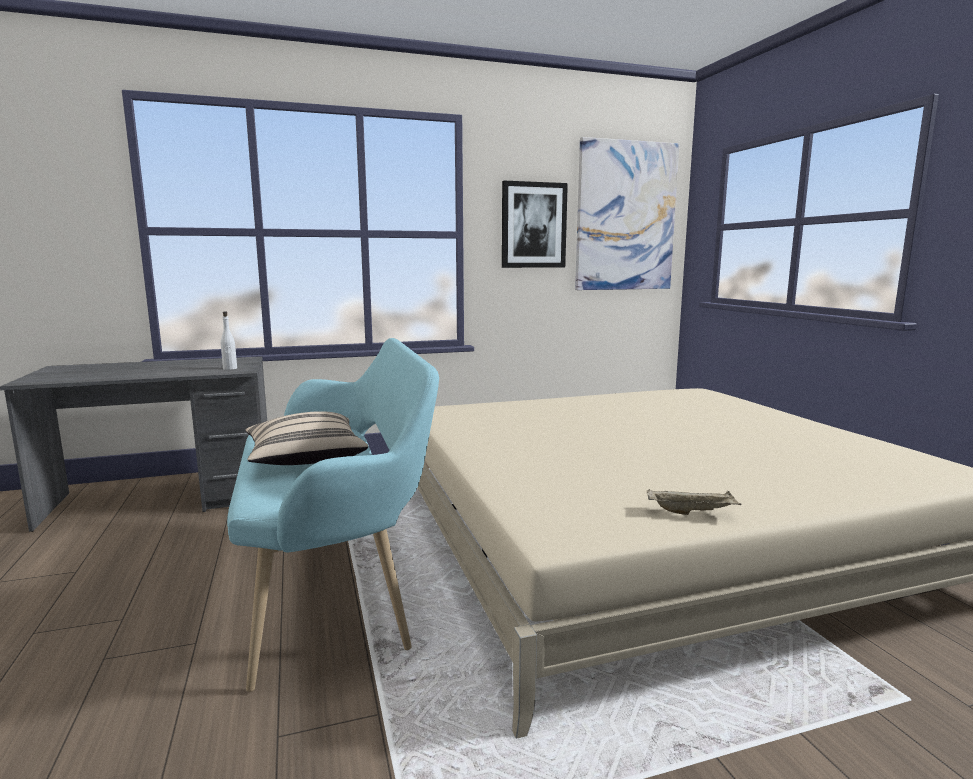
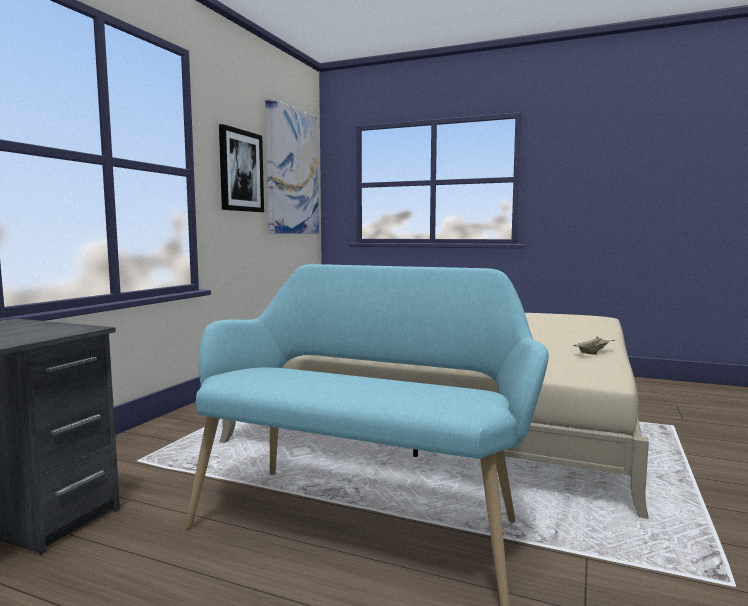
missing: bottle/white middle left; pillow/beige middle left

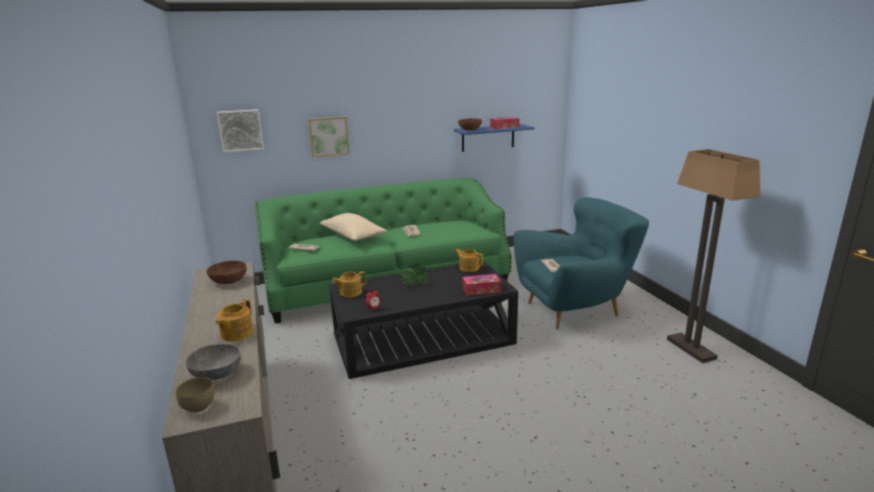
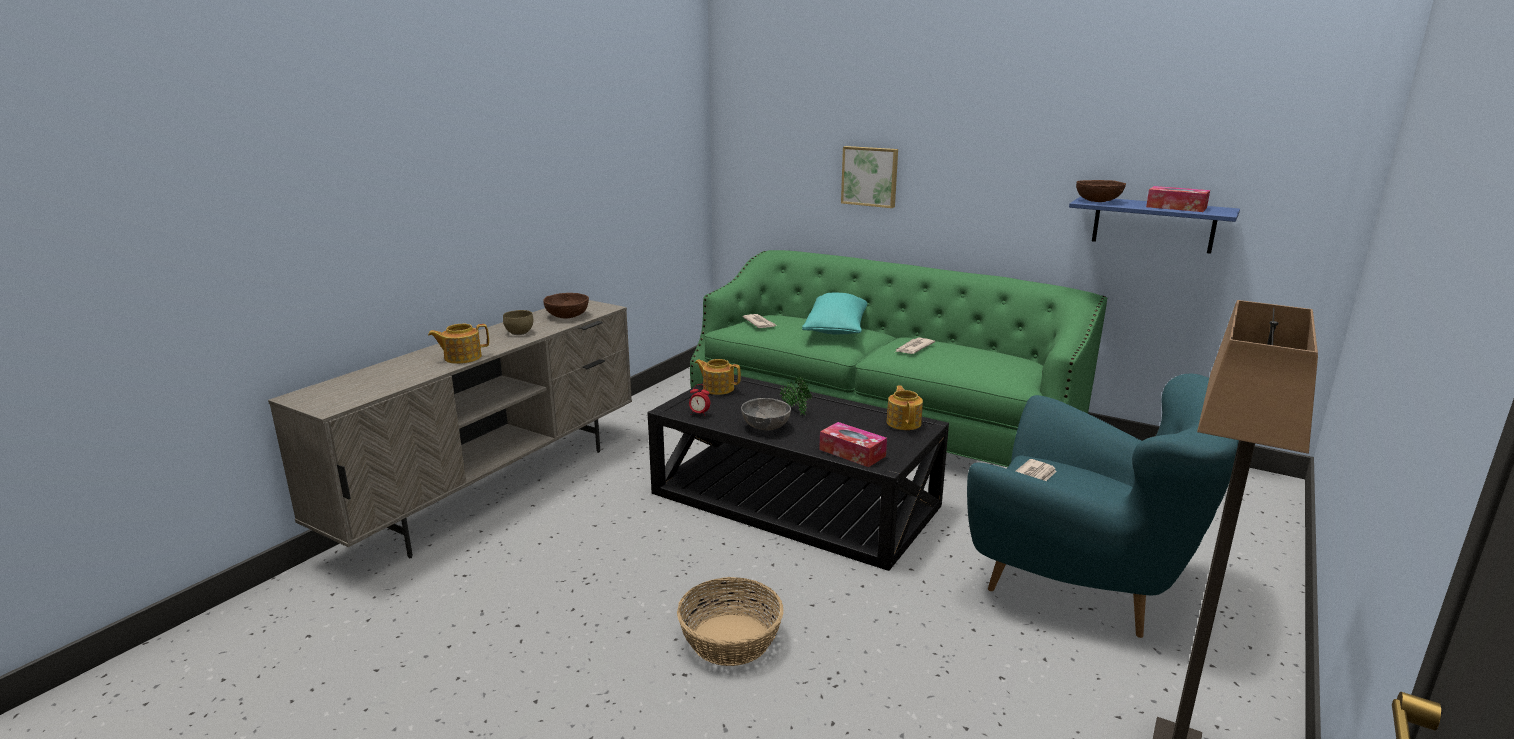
missing: picture (no. 1 from left) top left
appeared: basket bottom centre
relocated: bowl/brown (no. 1 from left) bottom left to centre; bowl/grey bottom left to centre
colour: pillow/beige centre to pillow/turquoise centre

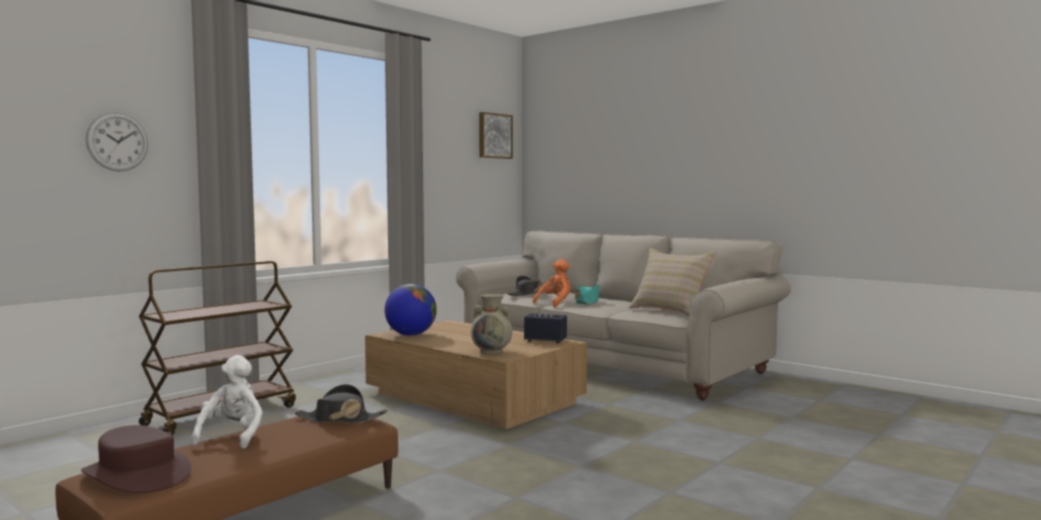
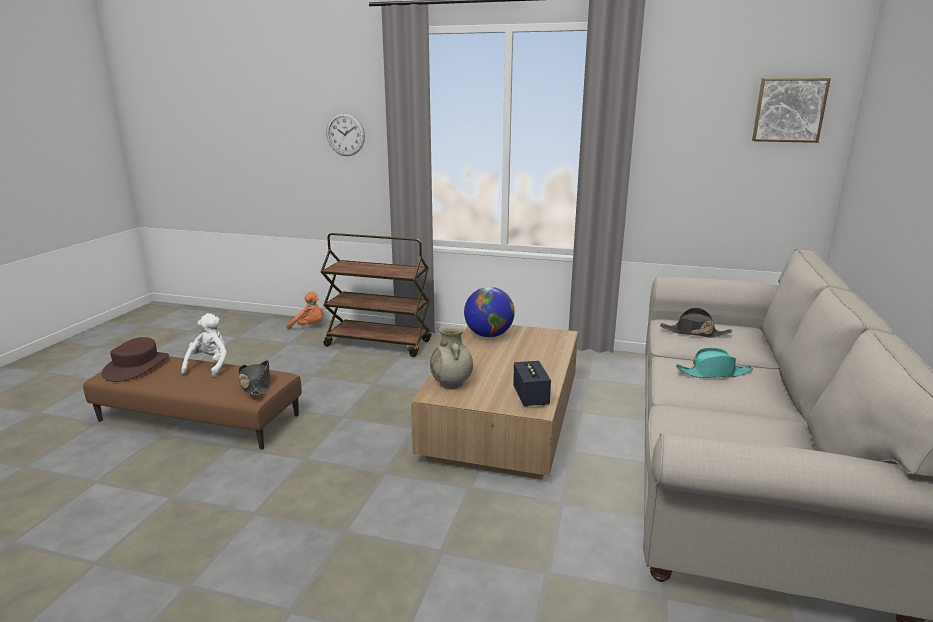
missing: pillow/beige centre
relocated: plush toy/orange centre to middle left
spun: plush toy/white bottom left = middle left 60 degrees counterclockwise

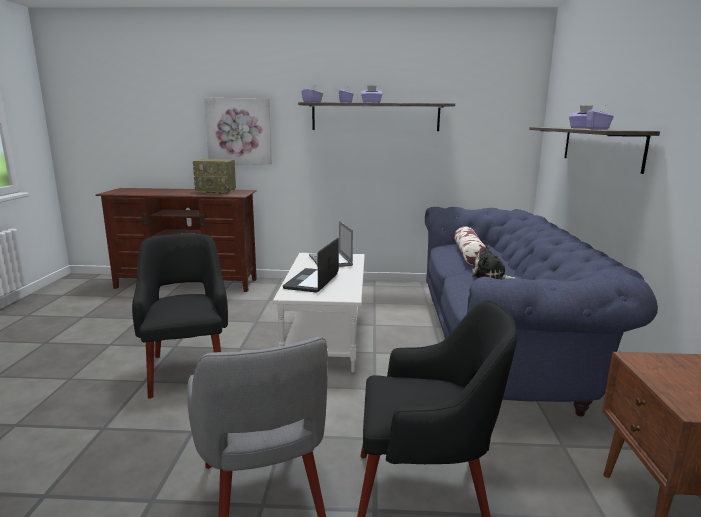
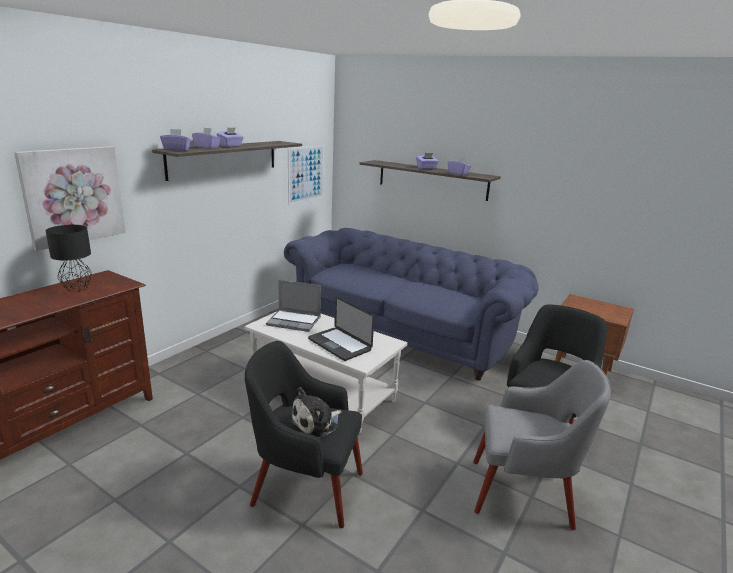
missing: pillow middle right
appeared: picture (no. 2 from left) top centre
relocated: plush toy middle right to bottom centre
exchanged: radio middle left to table lamp/black middle left

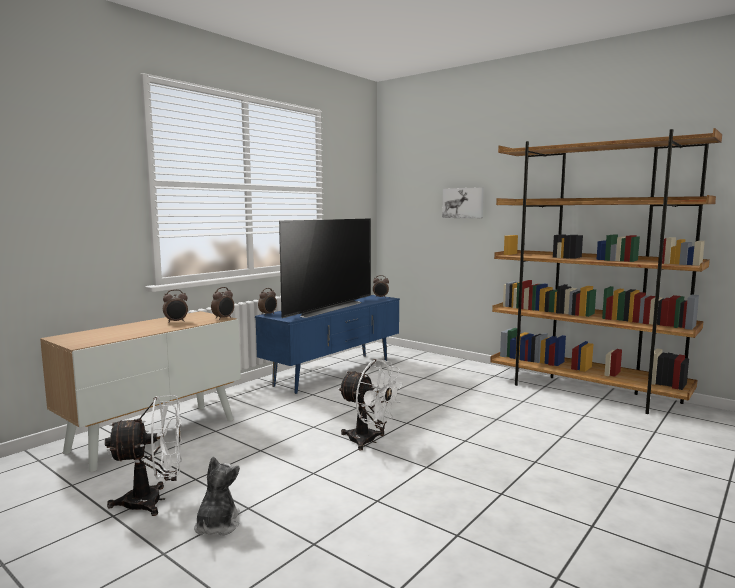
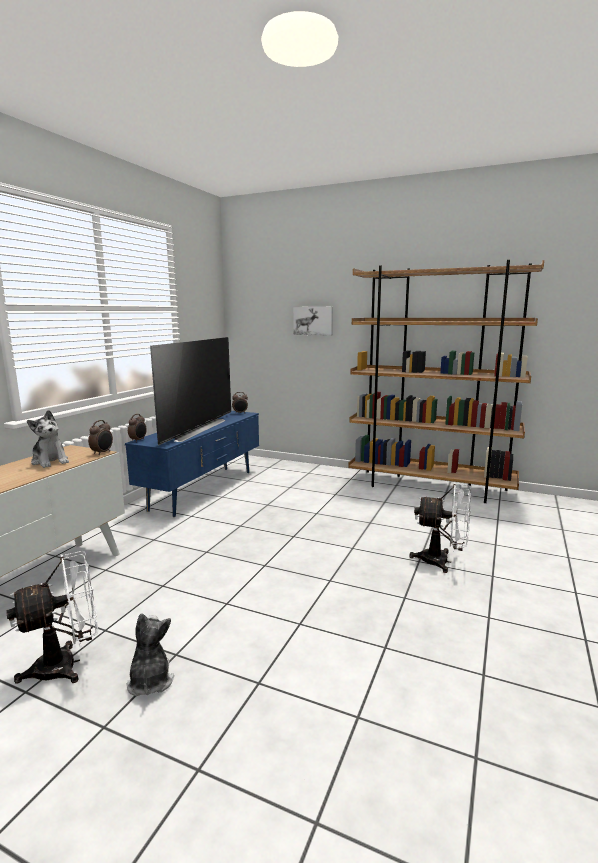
relocated: fan/white (no. 2 from left) bottom centre to middle right
exchanged: alarm clock (no. 1 from left) middle left to plush toy (no. 1 from left) middle left

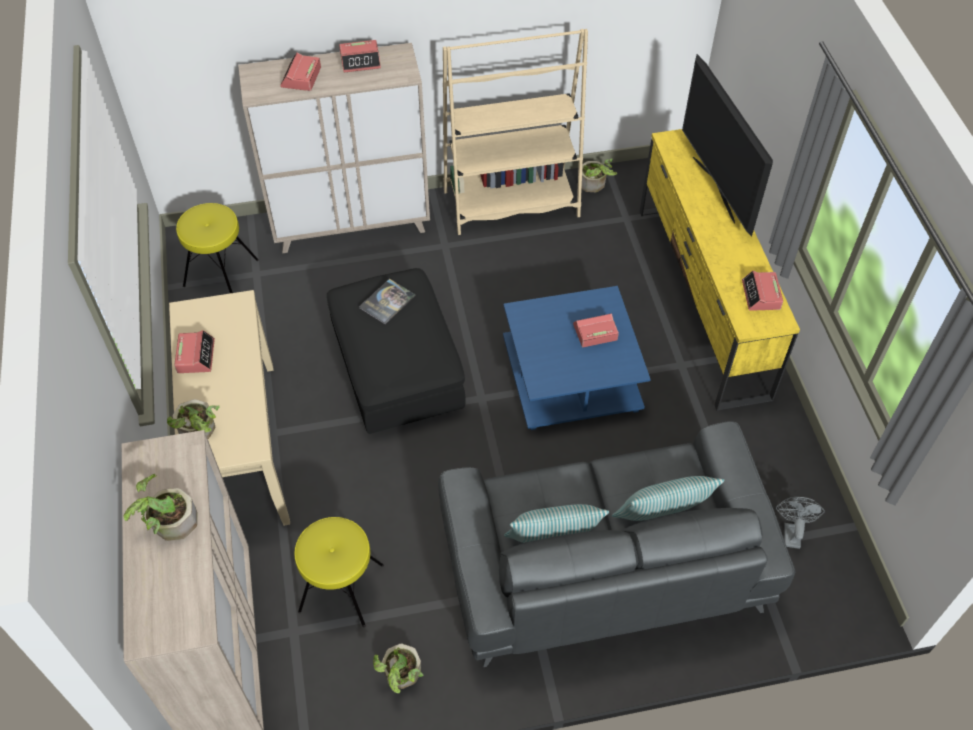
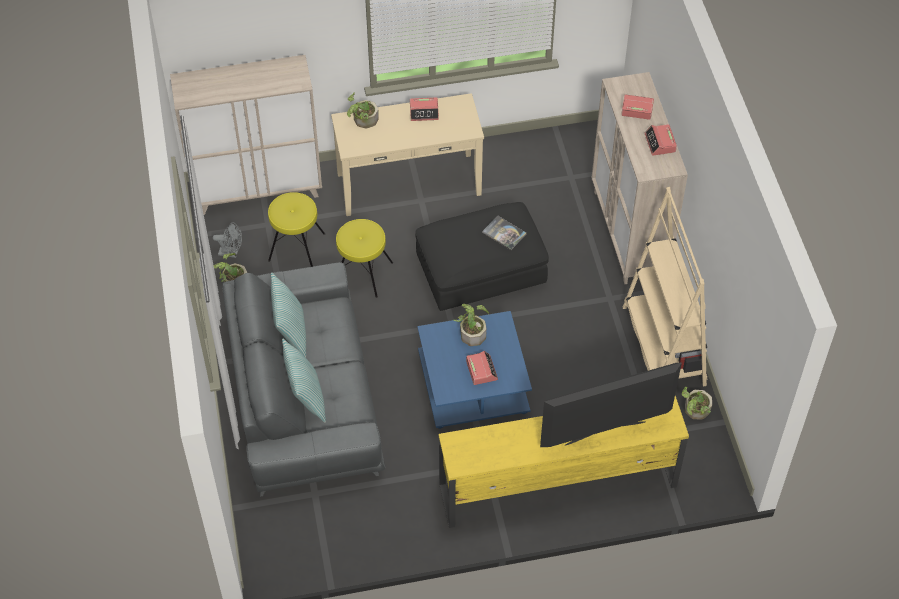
missing: alarm clock (no. 5 from left) middle right
relocated: potted plant (no. 1 from left in the first image) bottom left to potted plant (no. 3 from left) centre; stool/yellow (no. 1 from left in the first image) middle left to stool/yellow (no. 2 from left) centre; fan/grey bottom right to middle left

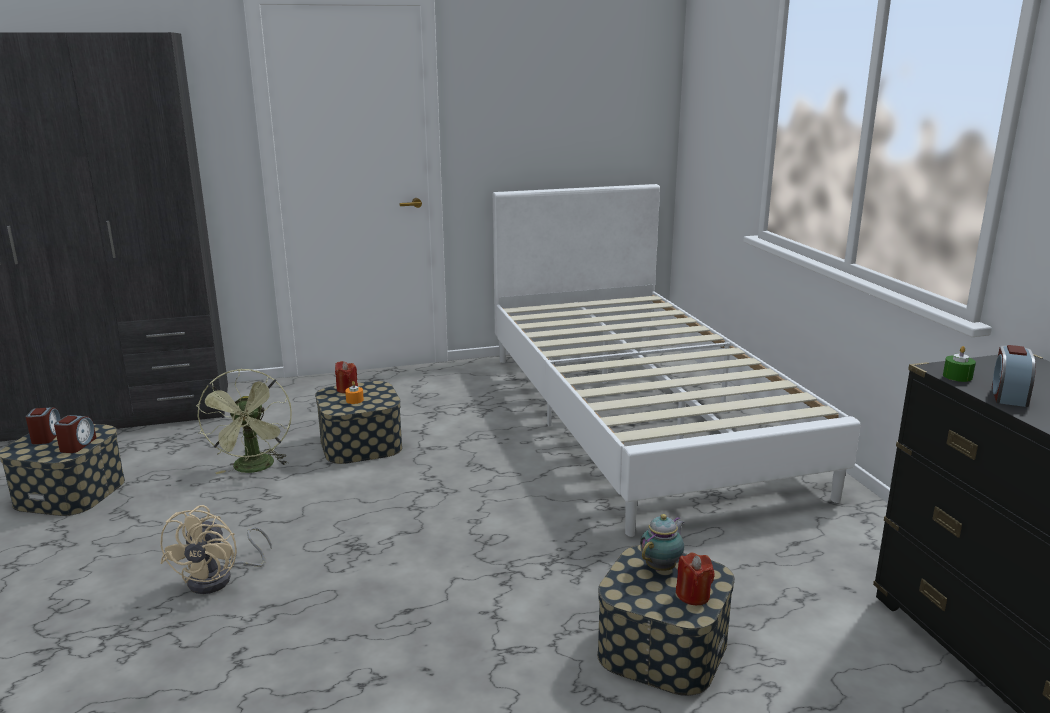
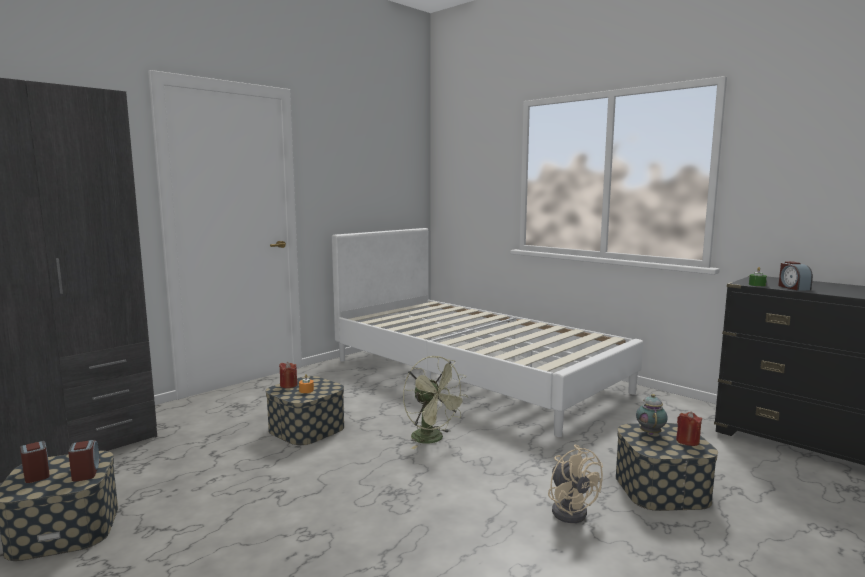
relocated: fan/beige bottom left to bottom centre; fan/green middle left to bottom centre

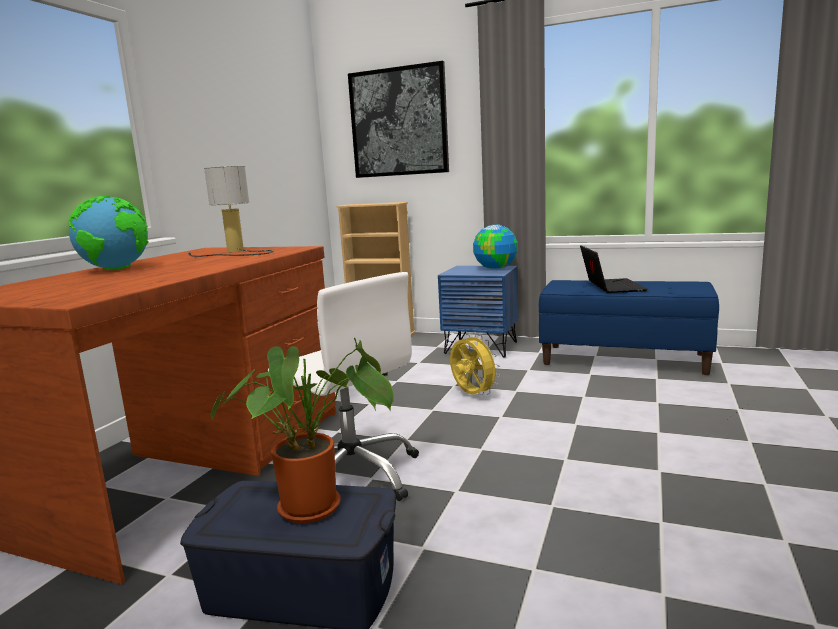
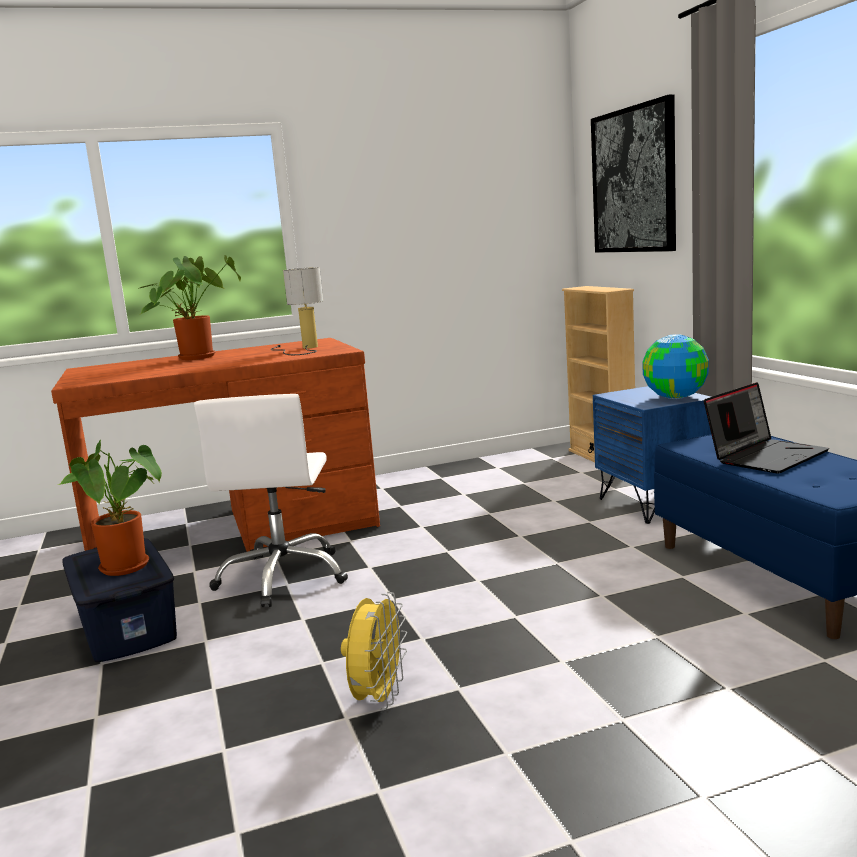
relocated: fan/yellow centre to bottom centre
exchanged: globe (no. 1 from left) middle left to potted plant (no. 2 from left) middle left

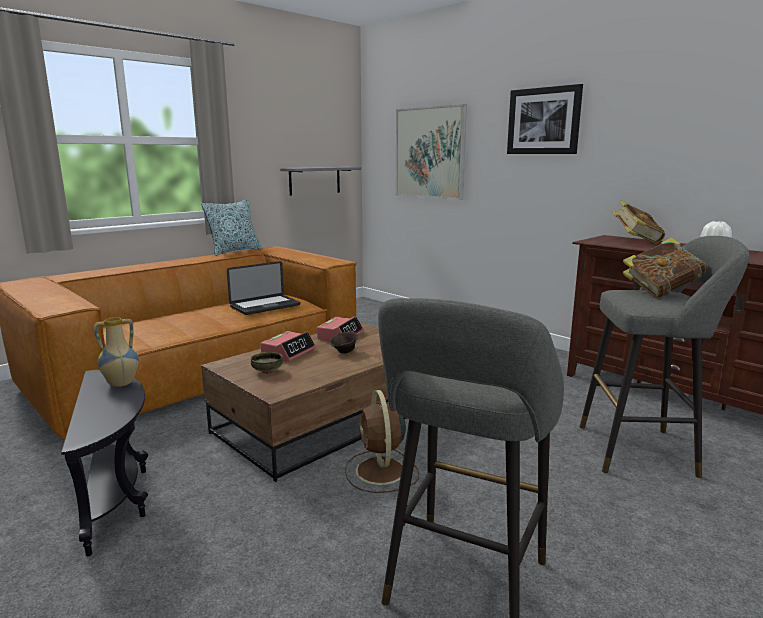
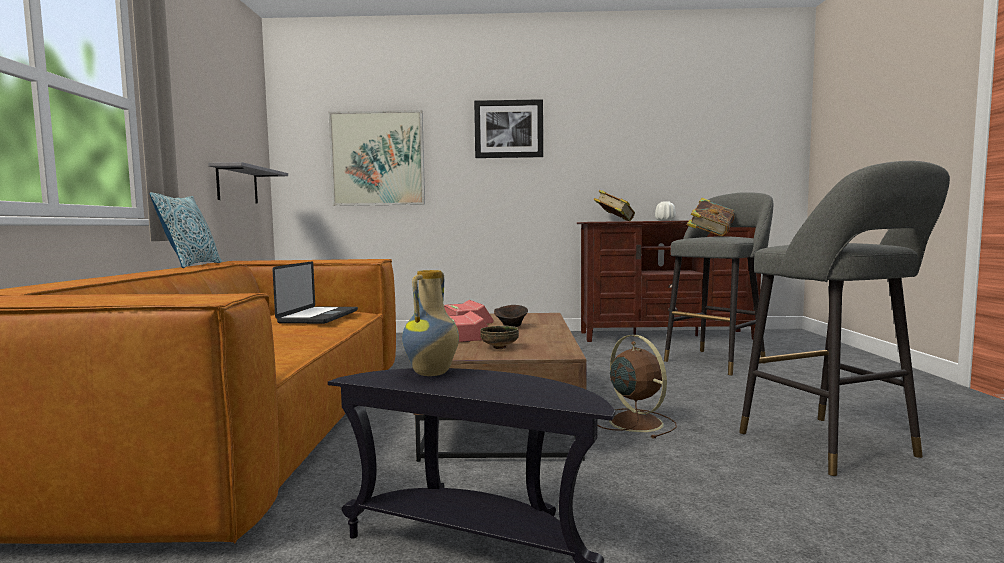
spun: fan/brown bottom centre = bottom centre 150 degrees counterclockwise

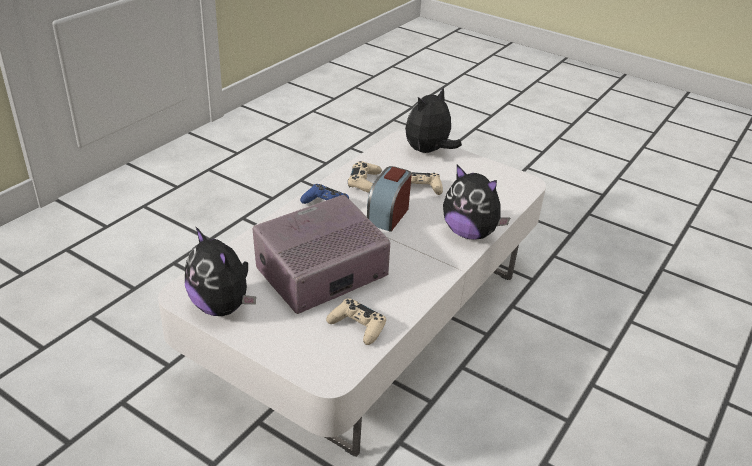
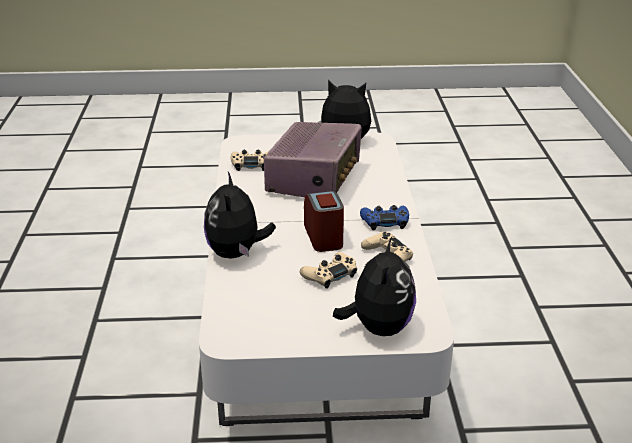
spun: plush toy (no. 3 from left in the first image) centre = centre 90 degrees counterclockwise

